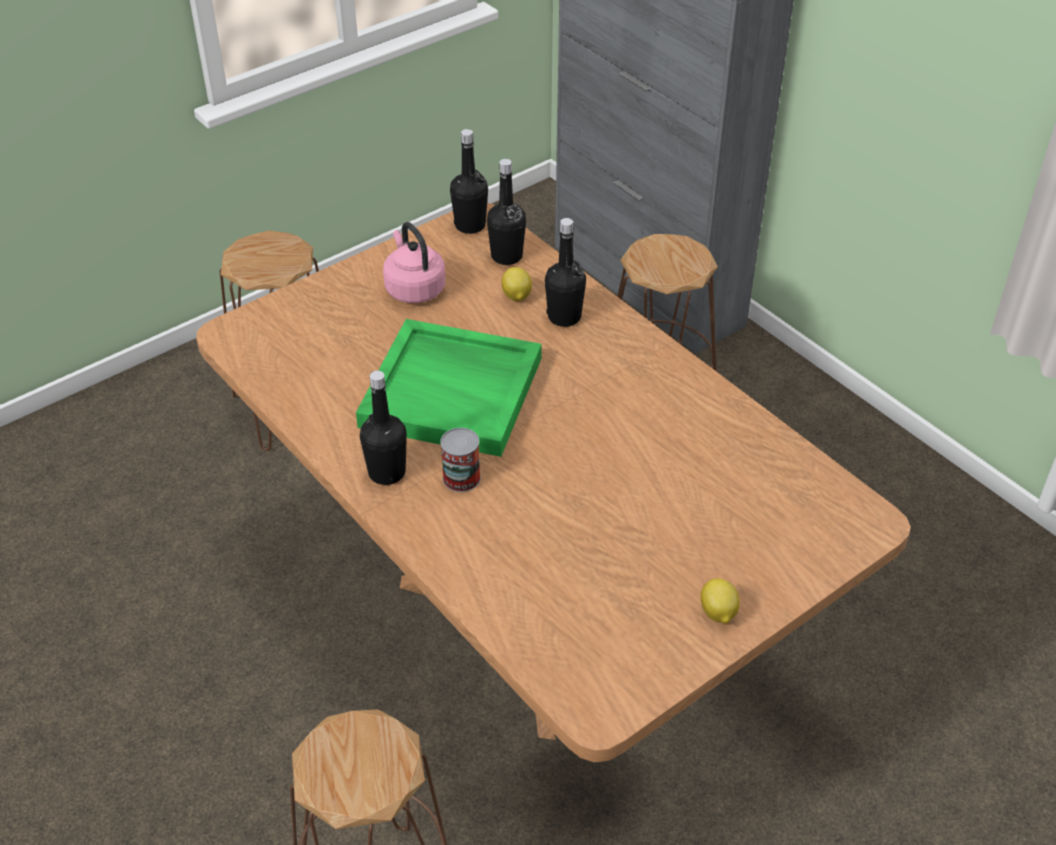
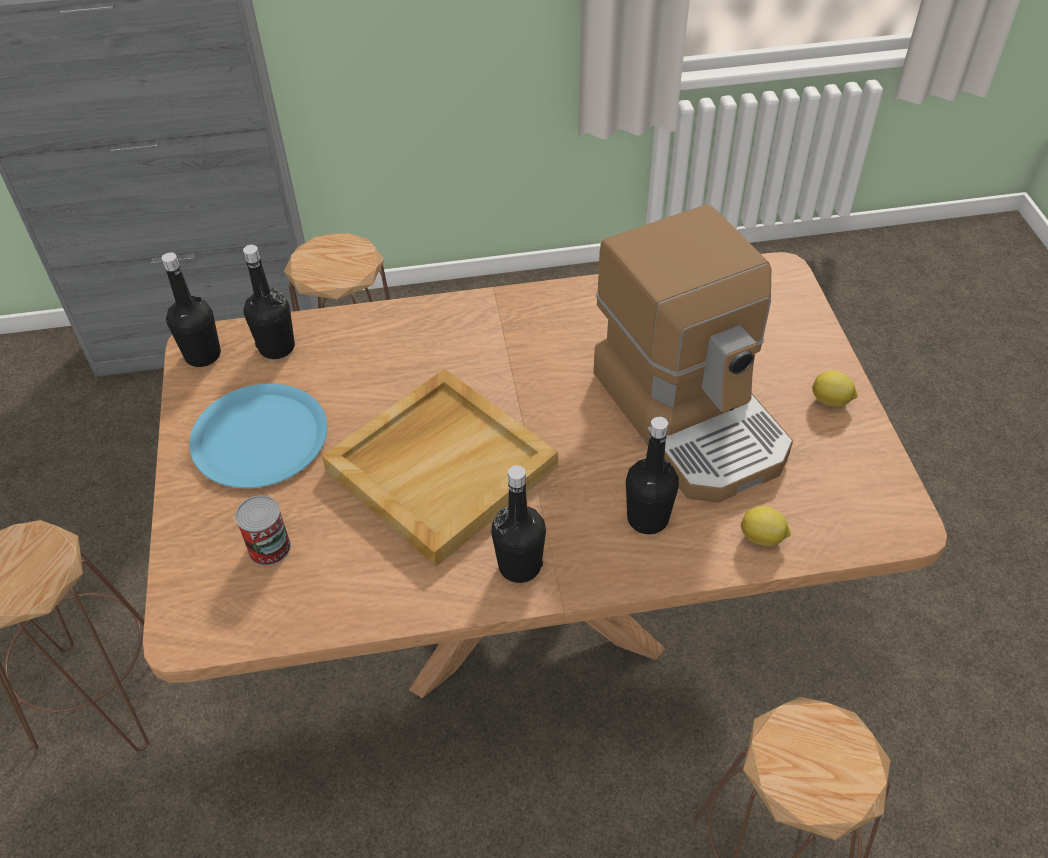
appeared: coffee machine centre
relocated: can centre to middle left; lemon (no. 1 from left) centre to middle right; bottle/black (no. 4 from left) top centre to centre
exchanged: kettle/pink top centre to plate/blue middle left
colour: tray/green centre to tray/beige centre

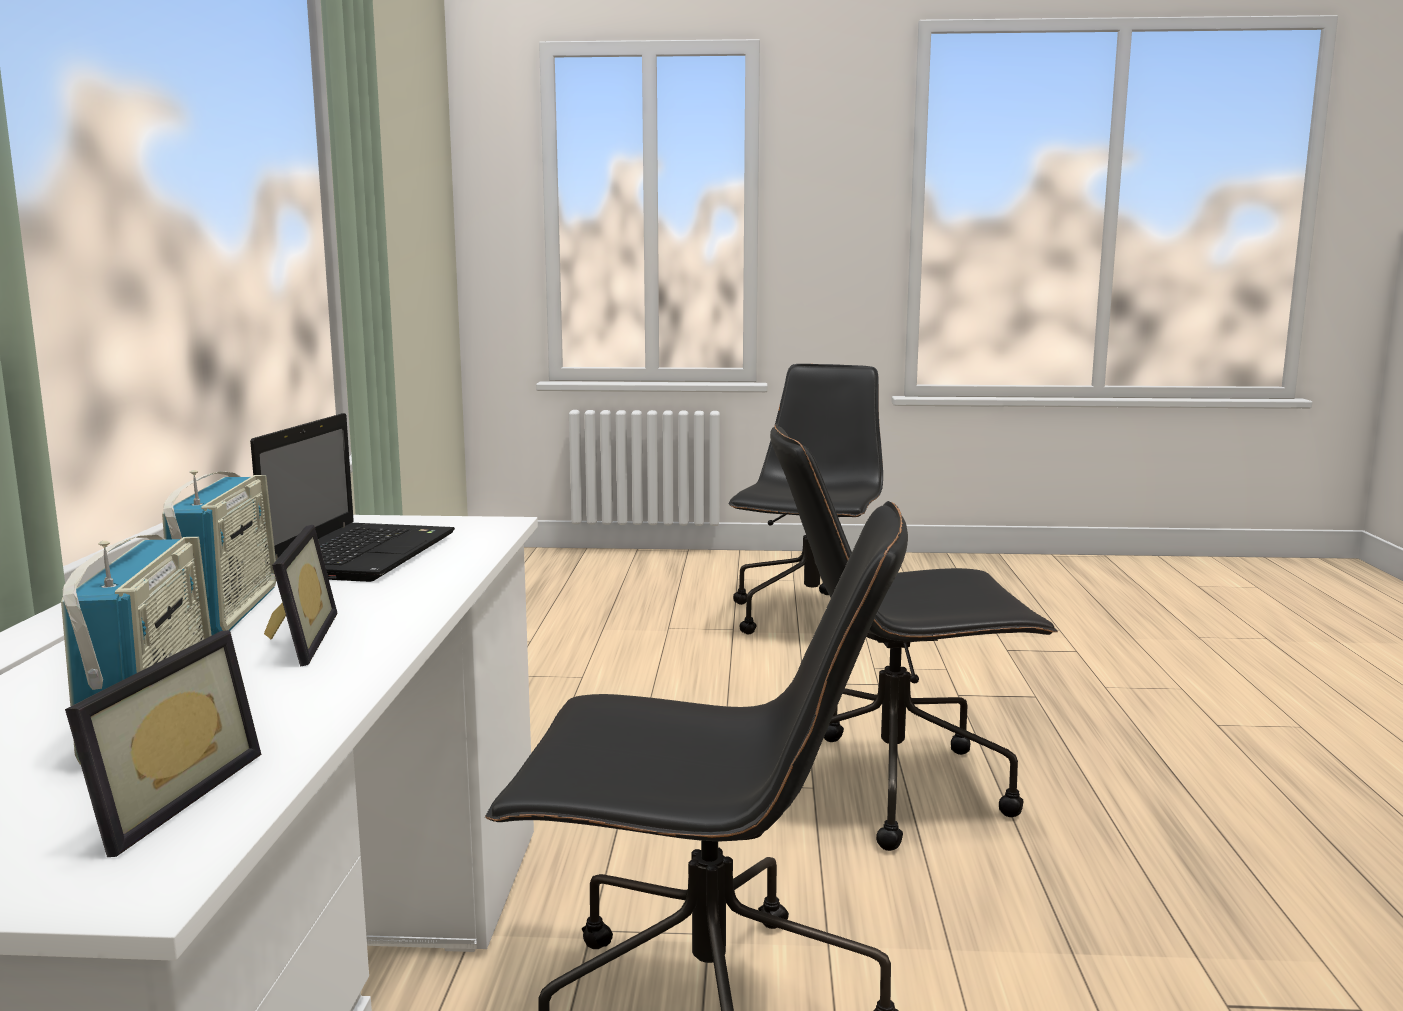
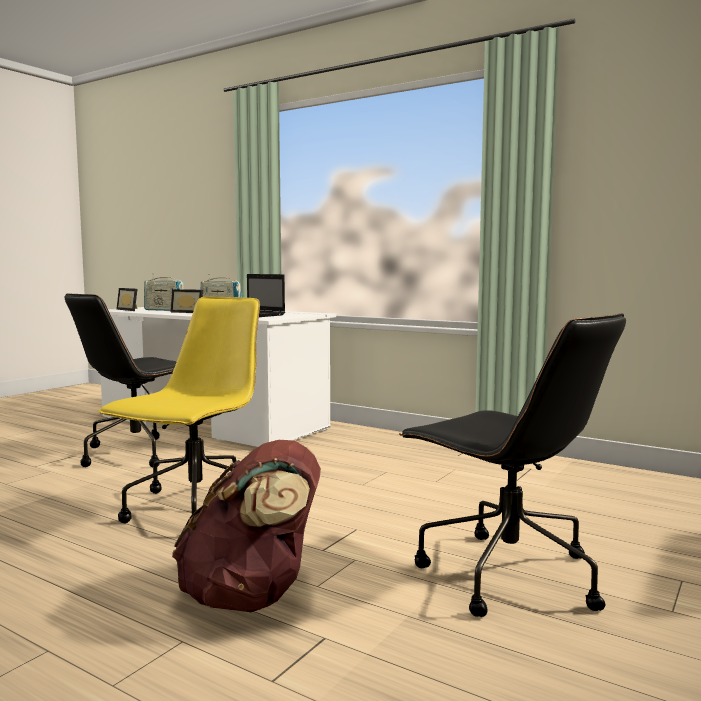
appeared: backpack/brown bottom centre
colour: office chair/black (no. 3 from left) centre to office chair/yellow middle left

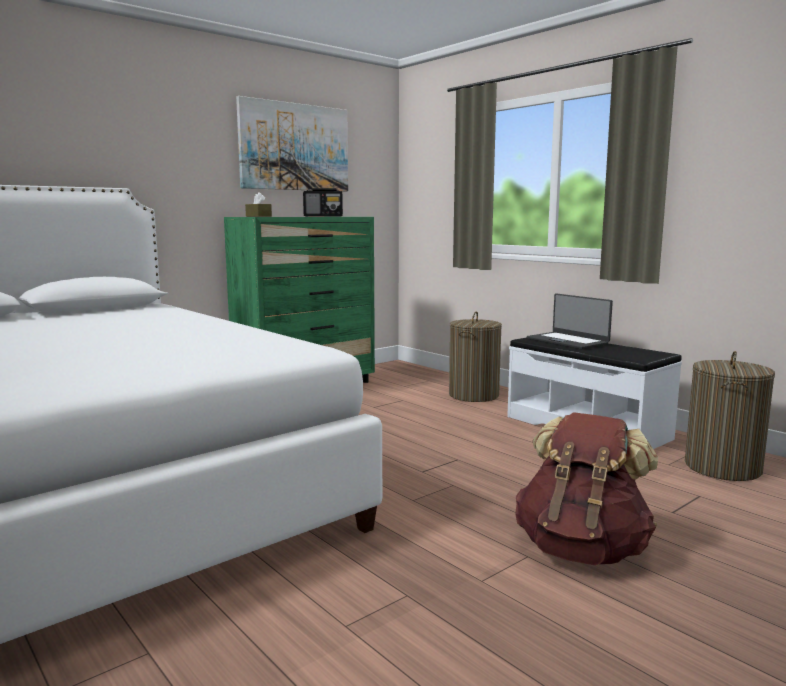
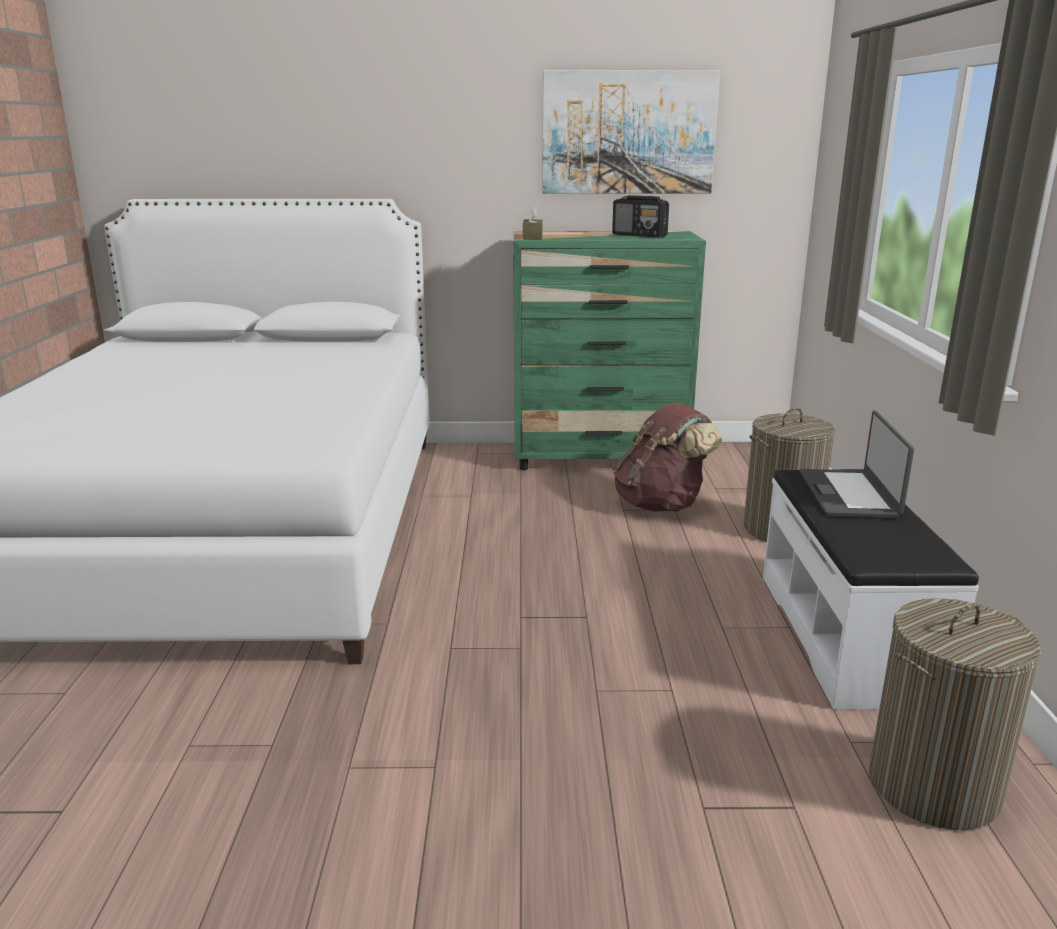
relocated: backpack/brown bottom right to centre

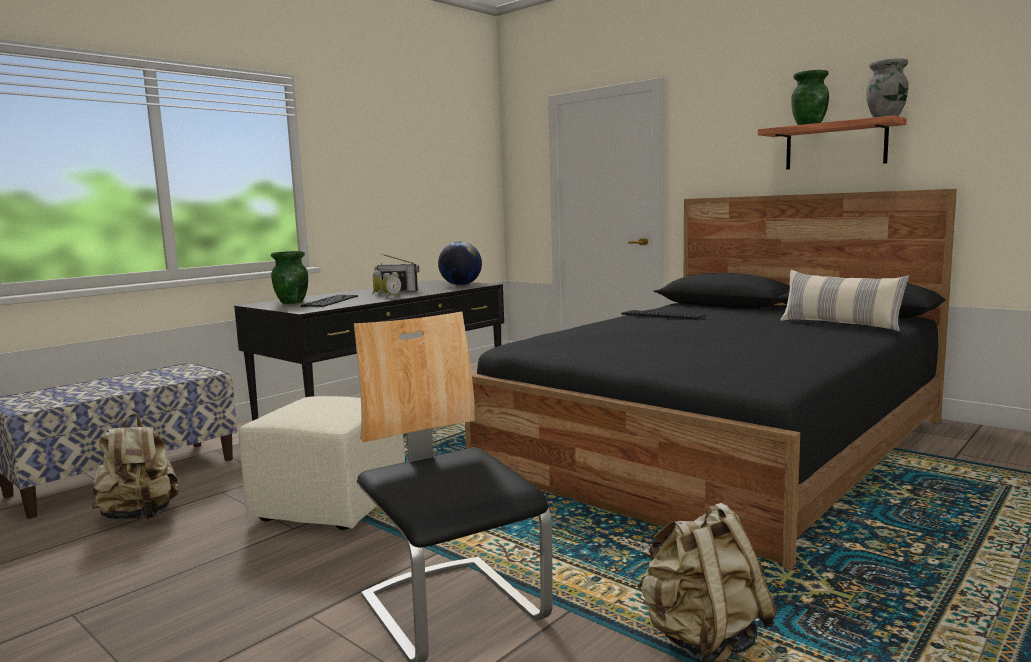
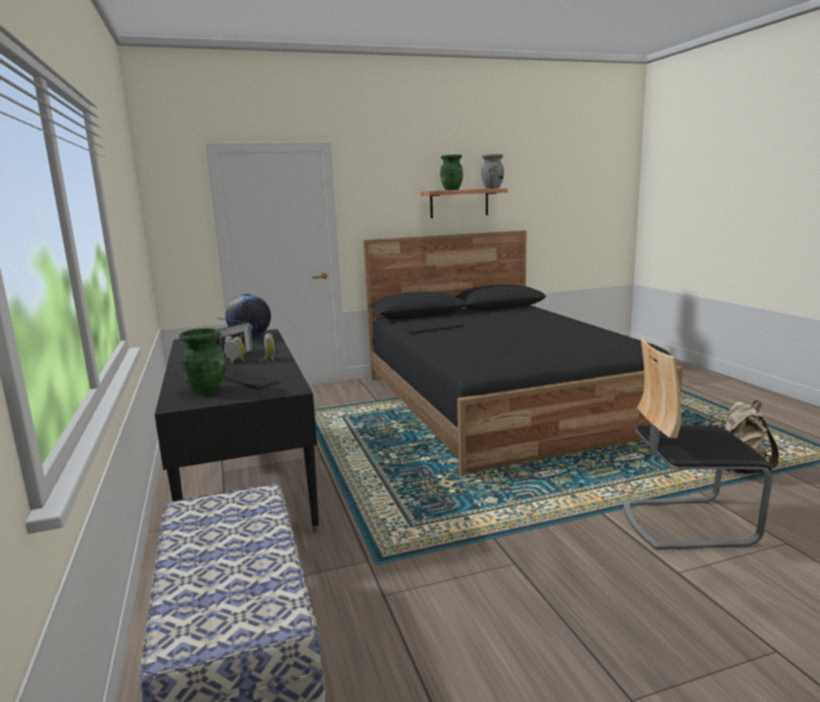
missing: backpack/beige (no. 1 from left) bottom left; ottoman/beige bottom left; pillow middle right

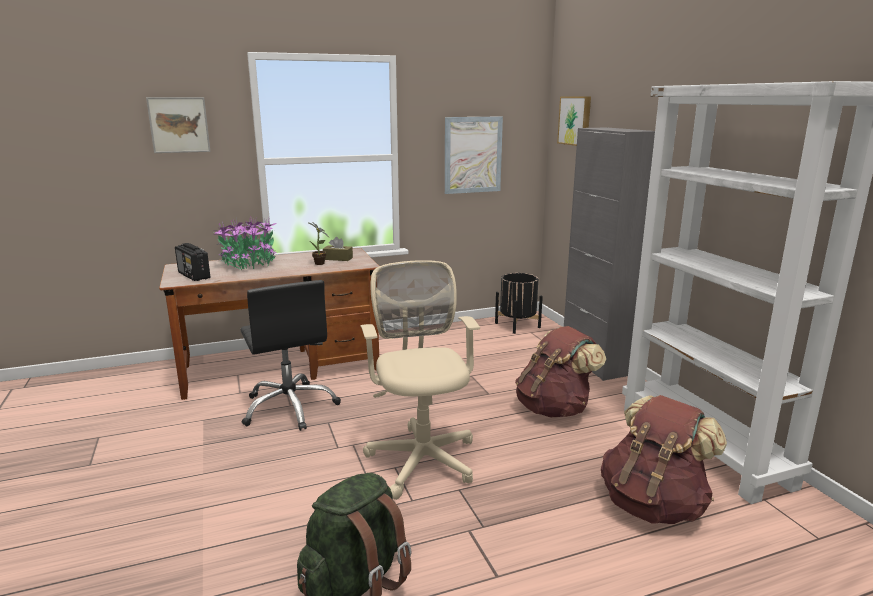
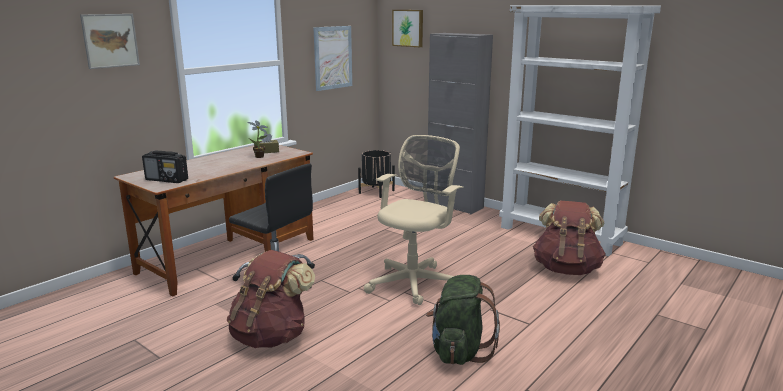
missing: potted plant (no. 1 from left) middle left
relocated: backpack/brown (no. 1 from left) centre to bottom centre
spun: office chair/beige centre = centre 75 degrees clockwise

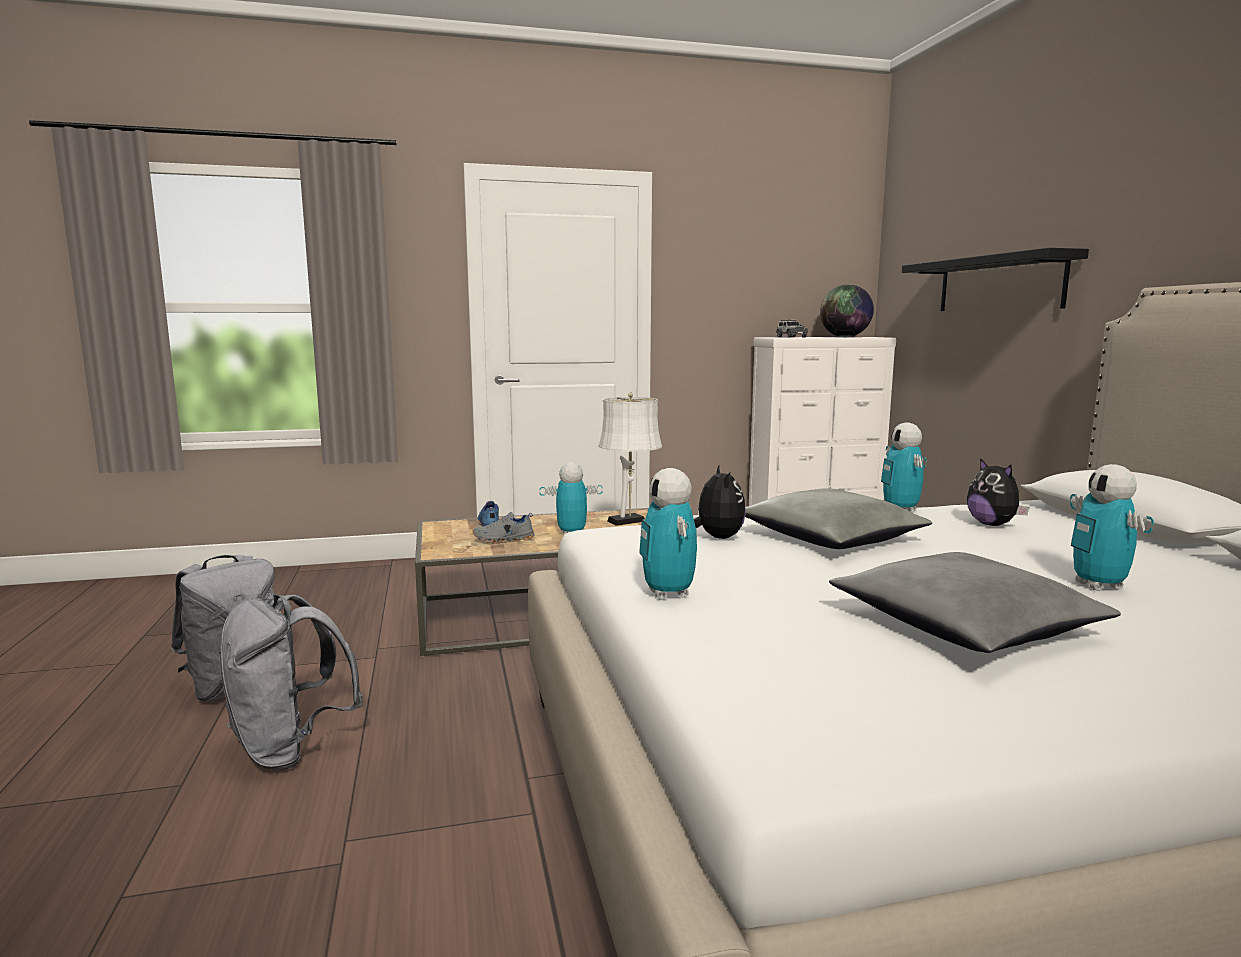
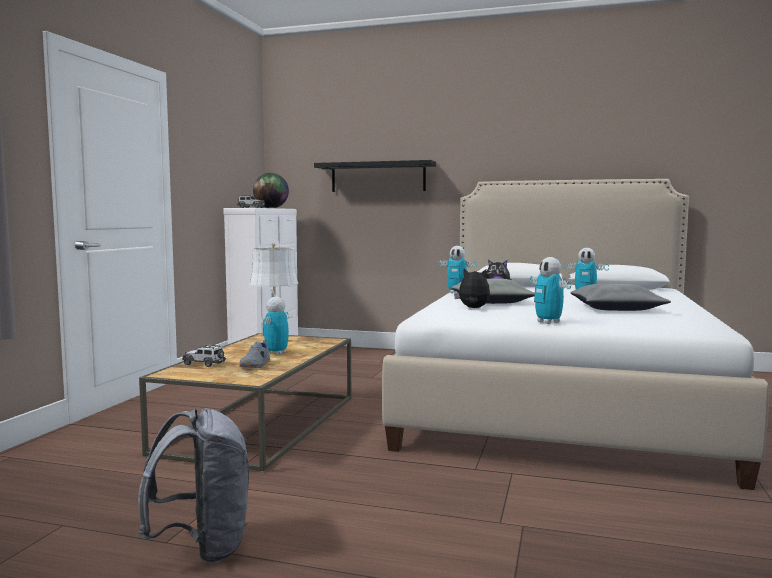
missing: backpack/grey (no. 2 from left) bottom left
exchanged: shoe/blue centre to toy car (no. 1 from left) middle left
spun: toy robot (no. 2 from left in the first image) centre = middle right 45 degrees clockwise

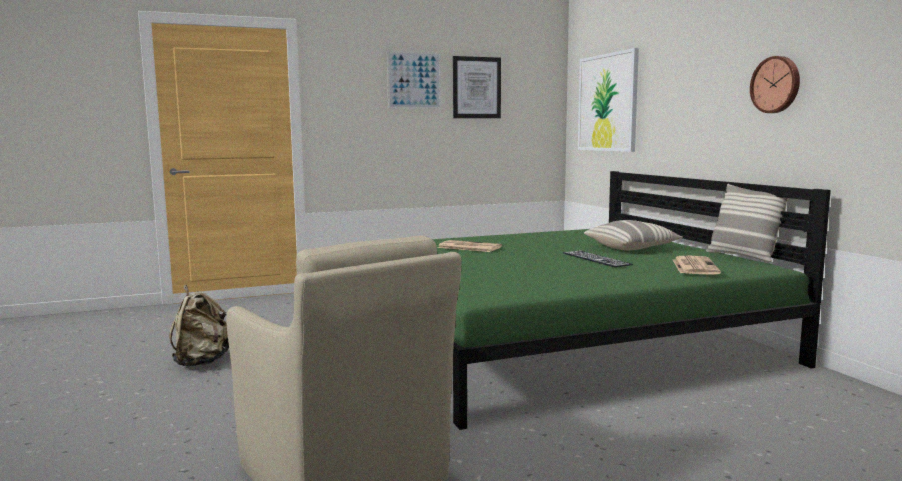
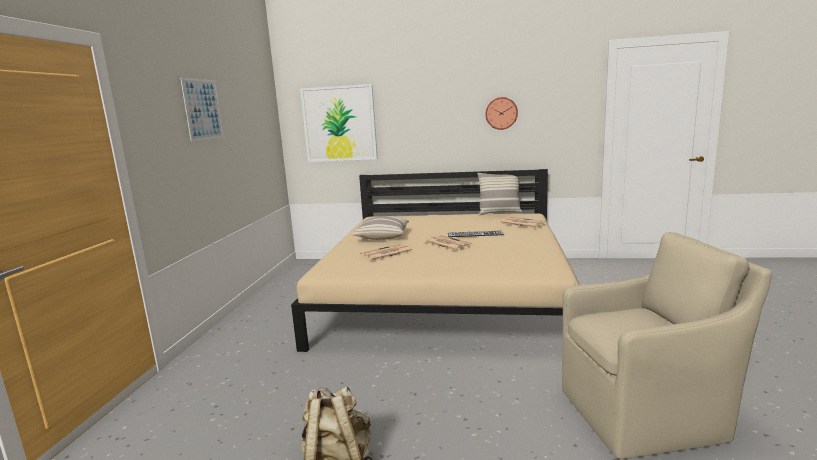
missing: picture (no. 2 from left) top centre
appeared: newspaper (no. 2 from left) centre
relocated: pillow (no. 1 from left) middle right to centre
colour: bed/green middle right to bed/beige centre

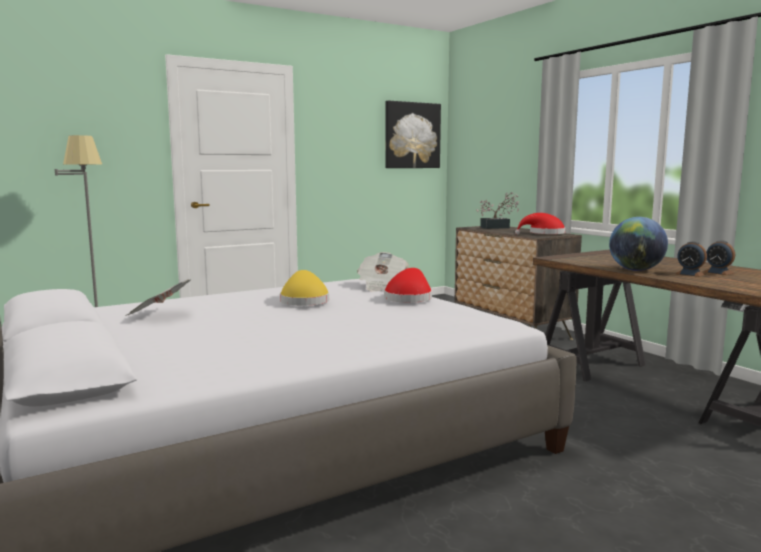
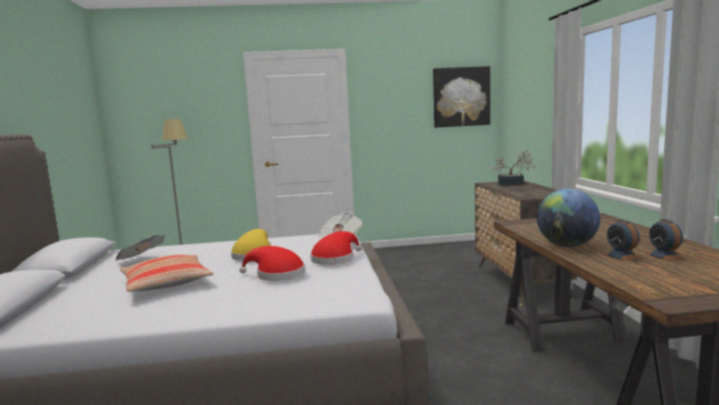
appeared: pillow bottom left
relocated: hat/red (no. 2 from left in the first image) middle right to hat/red (no. 1 from left) centre

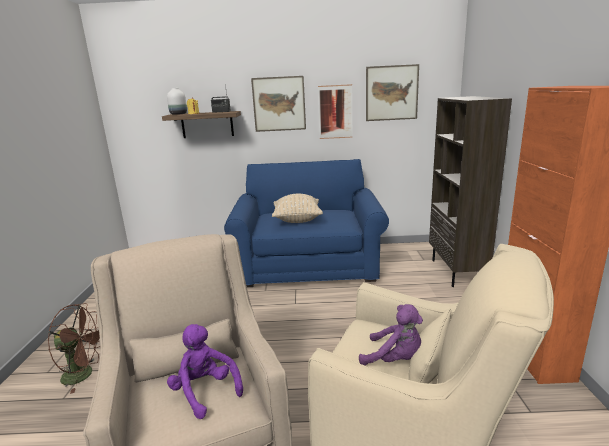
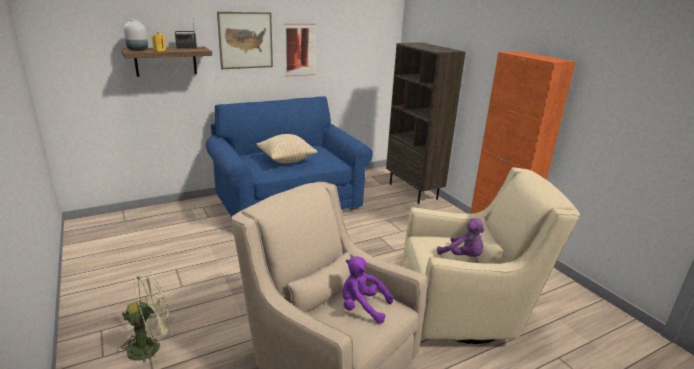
missing: picture (no. 3 from left) top centre
colour: fan/brown bottom left to fan/green bottom left
spun: plush toy/purple (no. 2 from left) bottom centre = centre 45 degrees clockwise

